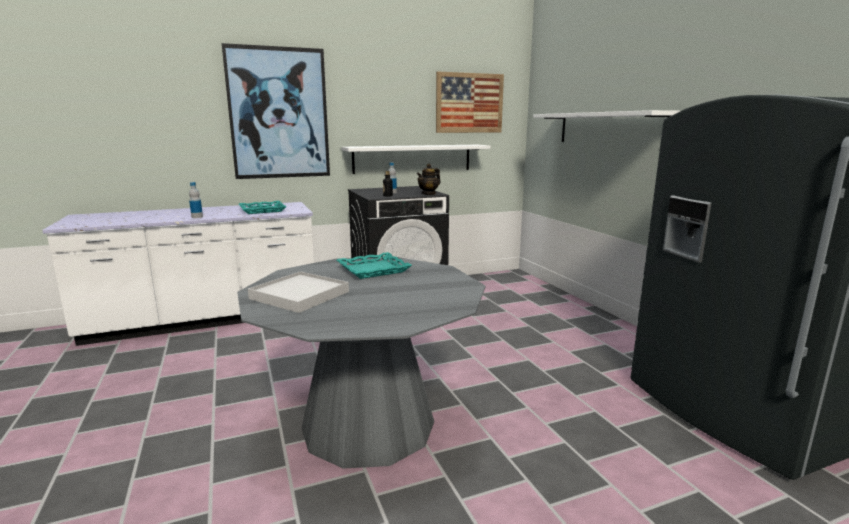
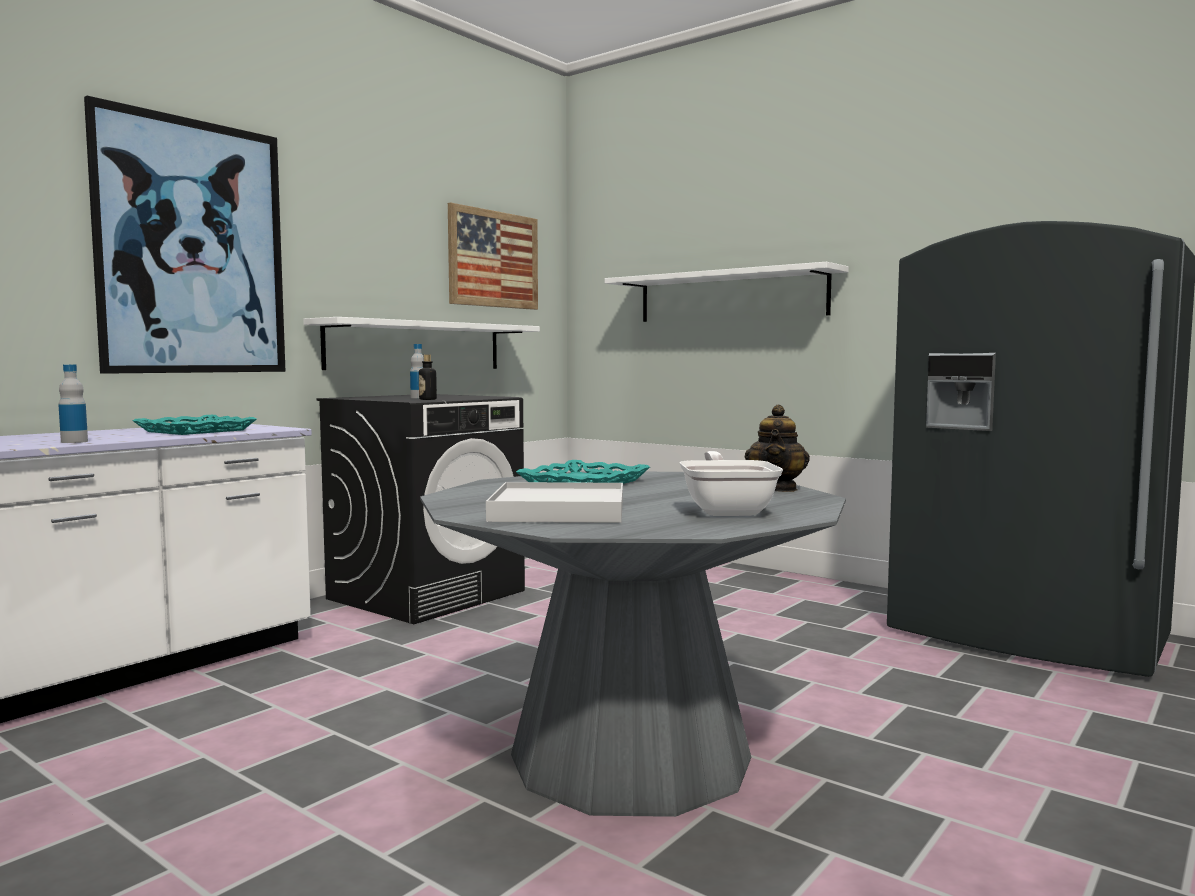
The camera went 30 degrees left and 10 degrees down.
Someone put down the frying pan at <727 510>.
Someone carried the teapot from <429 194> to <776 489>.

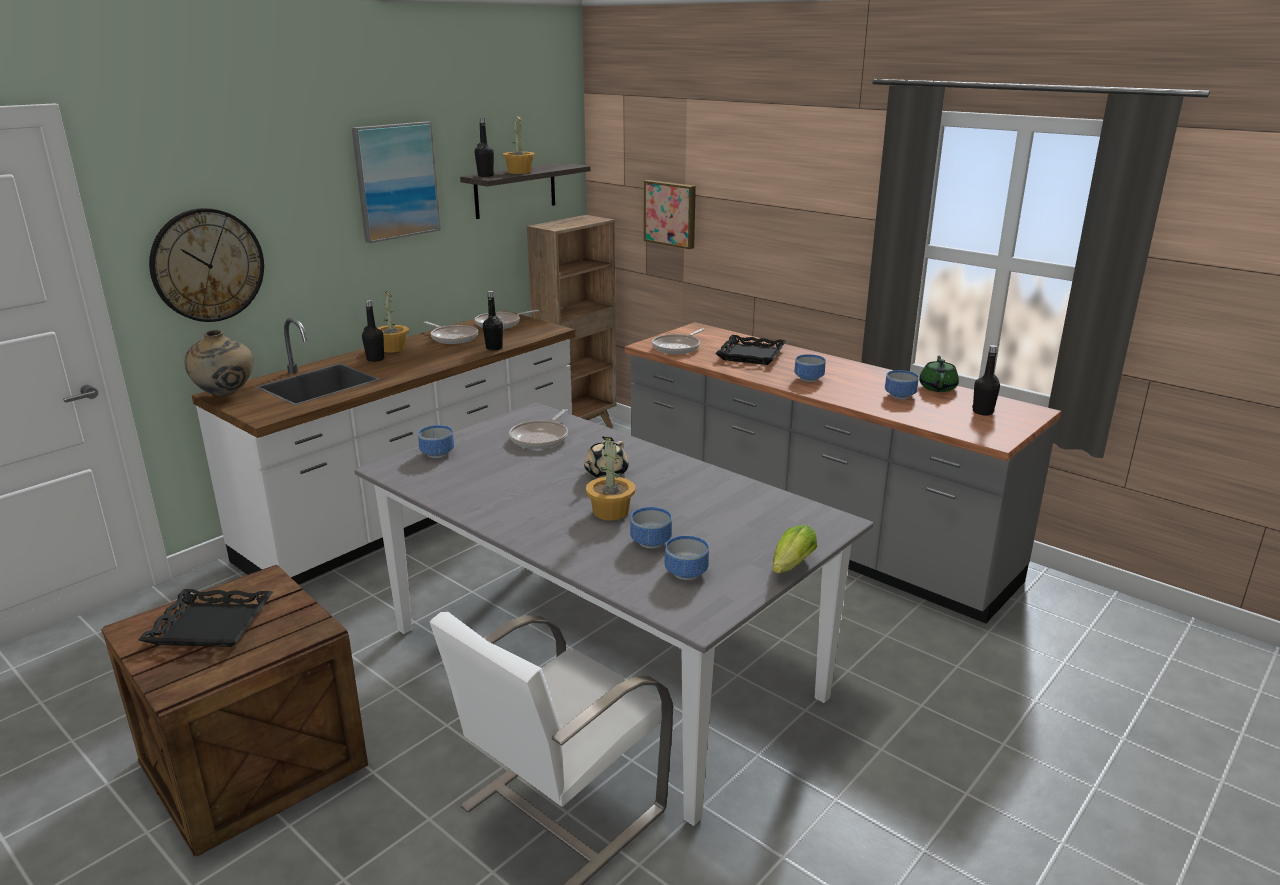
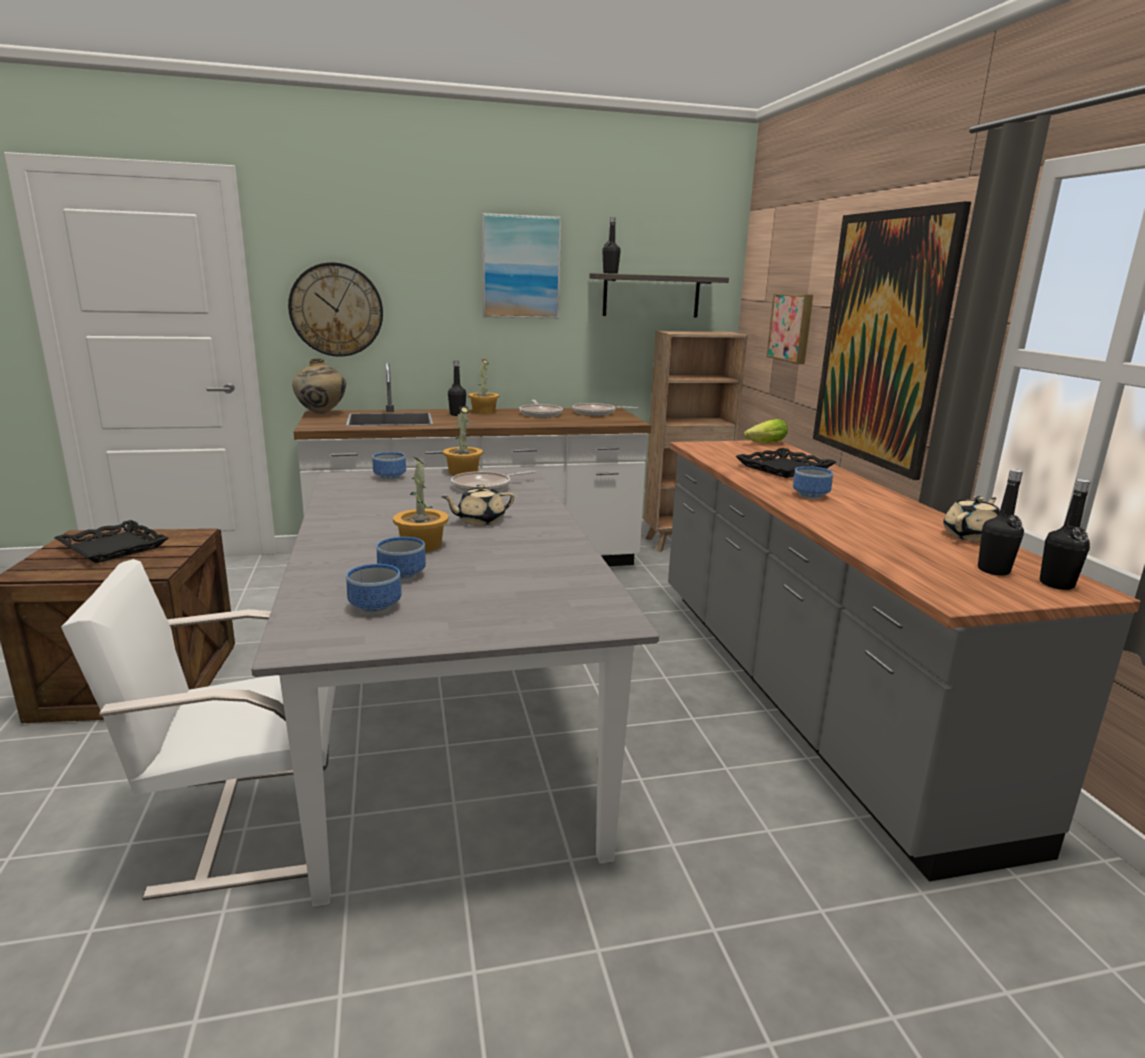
The camera went 35 degrees right and 5 degrees down.
Someone took away the frying pan at <678 347>.
Someone took away the bowl at <899 396>.
Someone put up the picture at <881 339>.
Someone carried the black bottle from <494 348> to <1056 584>.
Someone carried the potted plant from <519 172> to <463 472>.
Someone carried the lettuce from <790 567> to <763 444>.
Someone repainted the green teapot at <937 387>, which became the beige teapot at <971 536>.

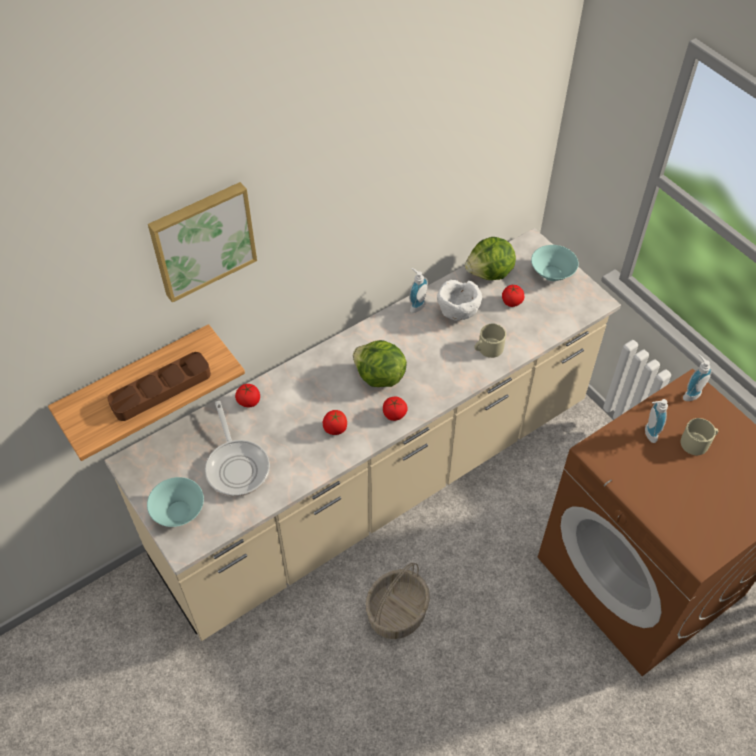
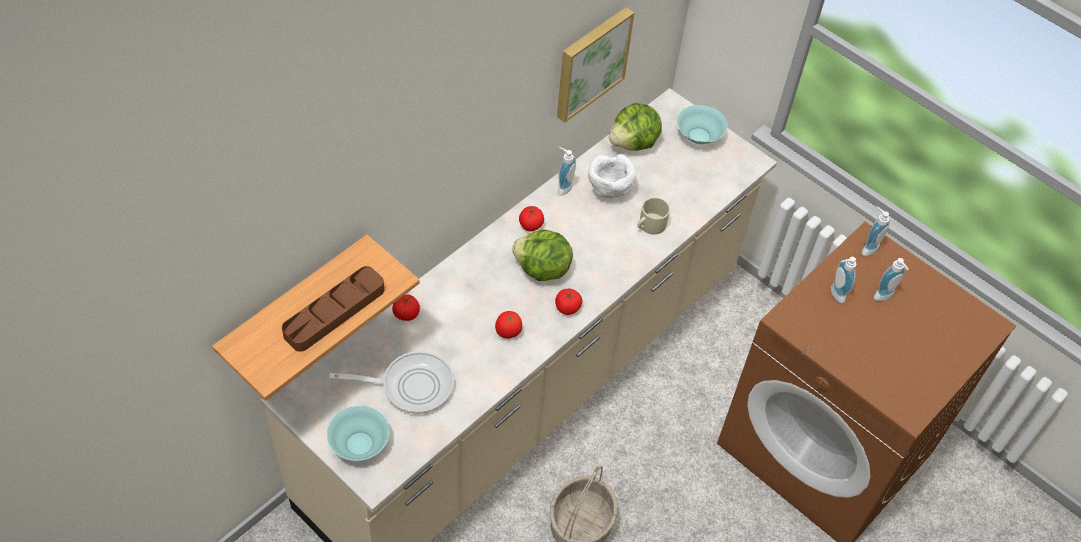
The camera went 15 degrees left and 0 degrees up.
Someone carried the picture from <202 239> to <590 62>.
Someone carried the tomato from <511 302> to <530 225>.
Someone swapped the beige mug at <698 442> for the soap dispenser at <885 297>.
Someone rotated the frying pan at <237 466> by 60 degrees counterclockwise.

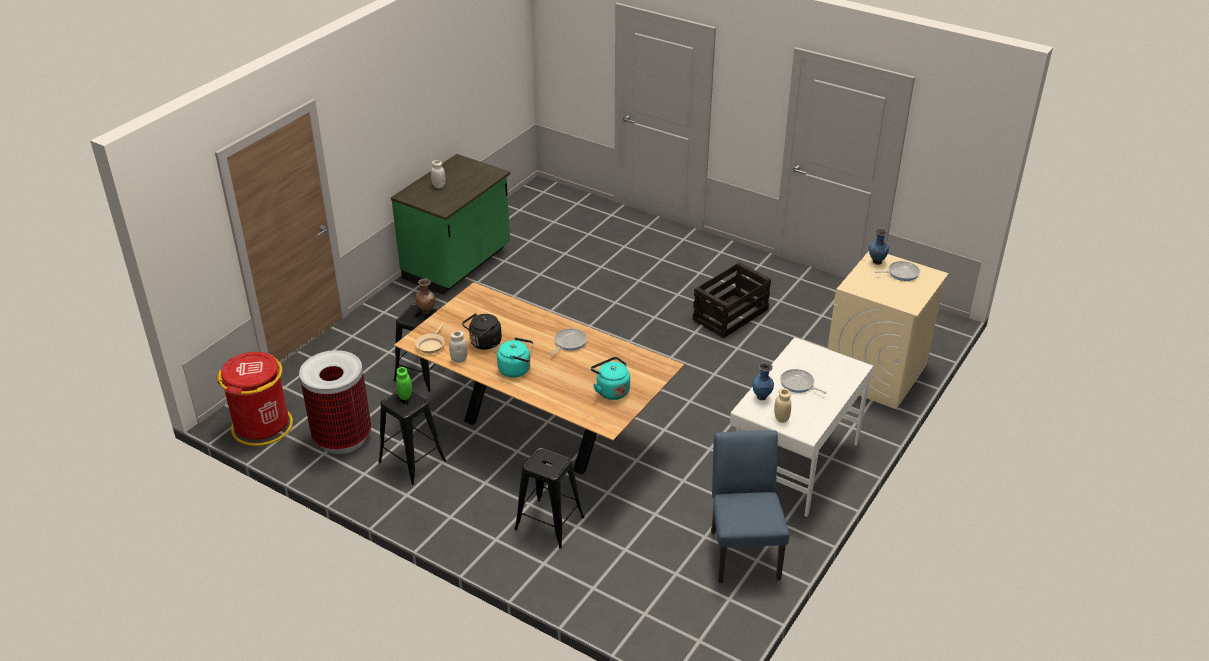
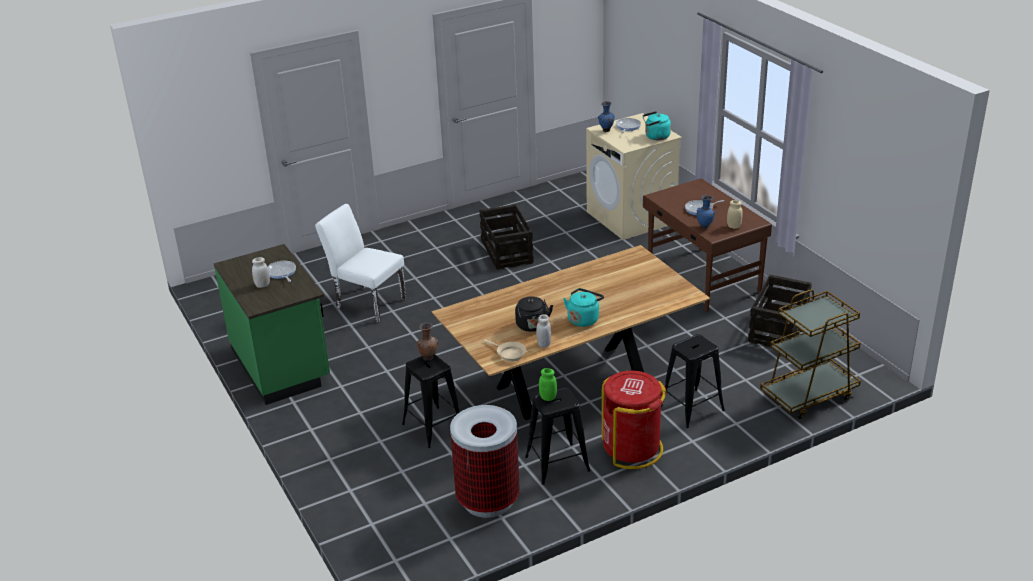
The camera went 60 degrees left and 5 degrees down.
Someone put down the white chair at <366 302>.
Someone put down the brown cart at <808 395>.
Someone carried the red trash can from <262 426> to <632 449>.
Someone carried the frying pan from <569 343> to <281 273>.
Someone carried the turquoise kettle from <611 390> to <655 137>.
Someone swapped the blue chair at <743 549> for the crate at <778 328>.
Someone repainted the white desk at <794 463>, which became the brown desk at <703 279>.

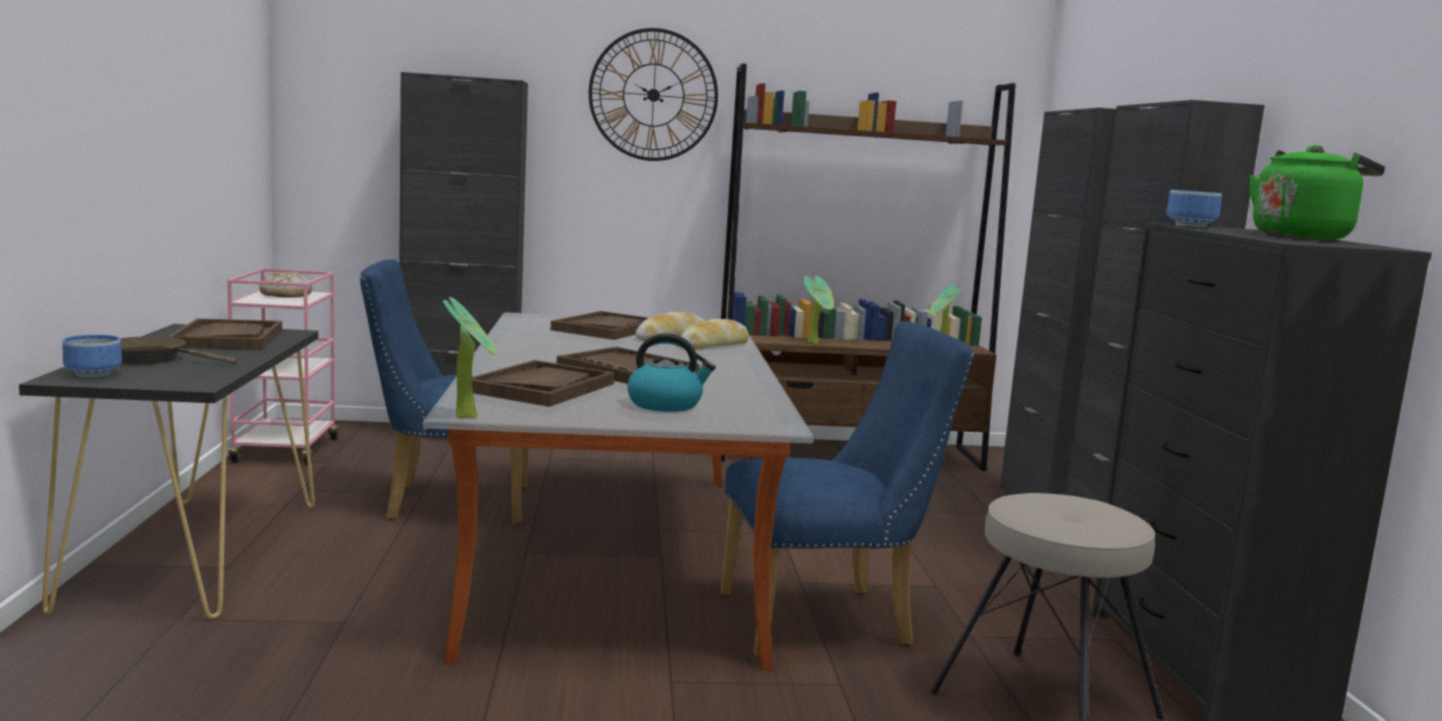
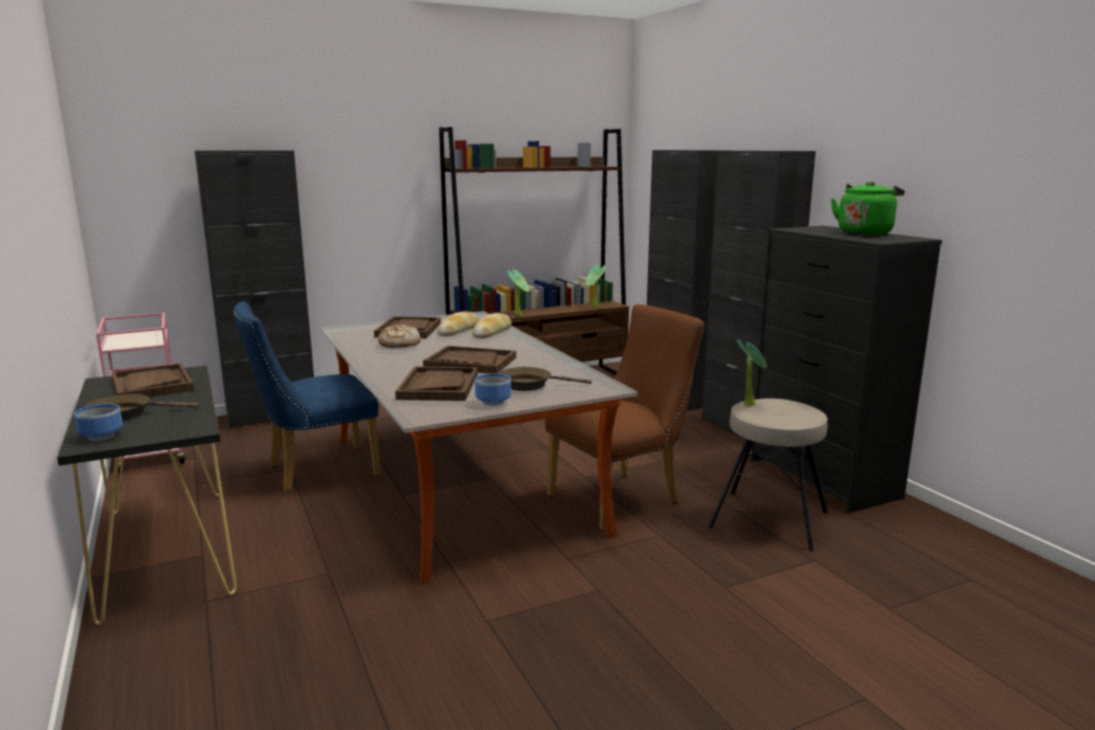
The camera went 20 degrees left and 5 degrees up.
Someone took away the wall clock at <653 95>.
Someone carried the bread from <285 295> to <399 344>.
Someone carried the potted plant from <469 416> to <749 404>.
Someone carried the bowl from <1193 226> to <494 402>.
Someone swapped the kettle at <666 404> for the brown frying pan at <530 385>.
Someone repainted the blue chair at <829 621>, which became the brown chair at <622 498>.

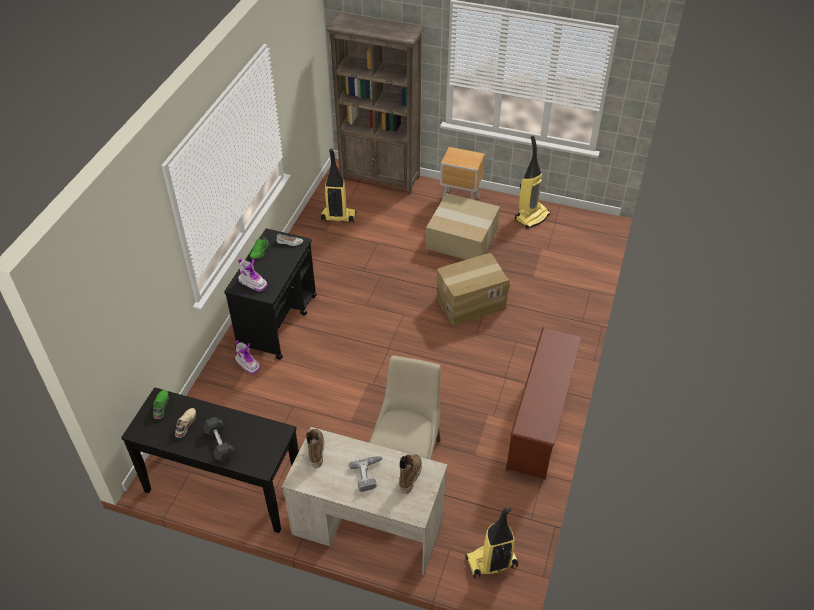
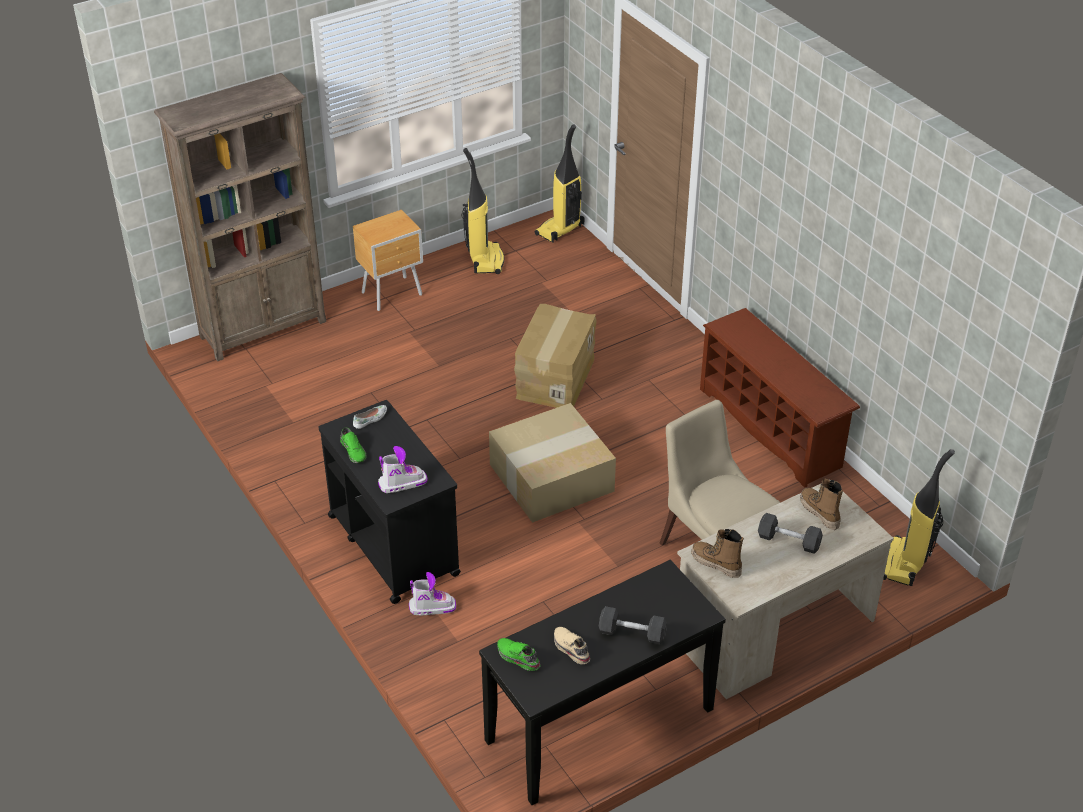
The camera went 50 degrees left and 5 degrees down.
Someone carried the vacuum cleaner from <338 217> to <560 230>.
Someone carried the cardboard box from <461 238> to <551 479>.
Someone swapped the power drill at <369 475> for the grey dumbbell at <788 541>.

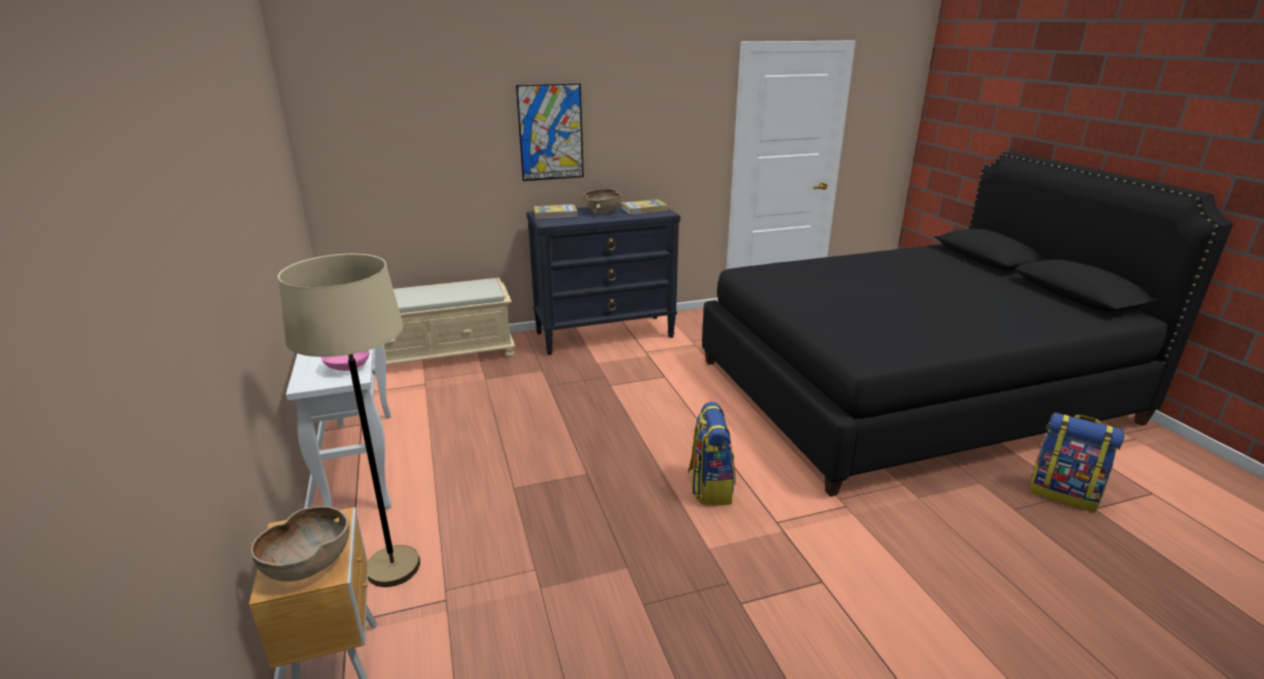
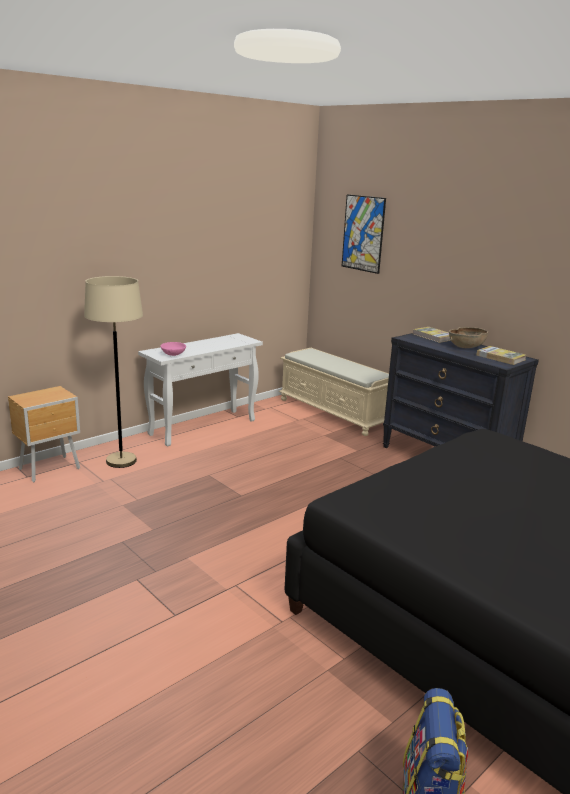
The camera went 65 degrees right and 5 degrees down.
Someone took away the brown bowl at <309 564>.
Someone took away the backpack at <710 487>.
Someone carried the picture from <551 132> to <363 233>.

